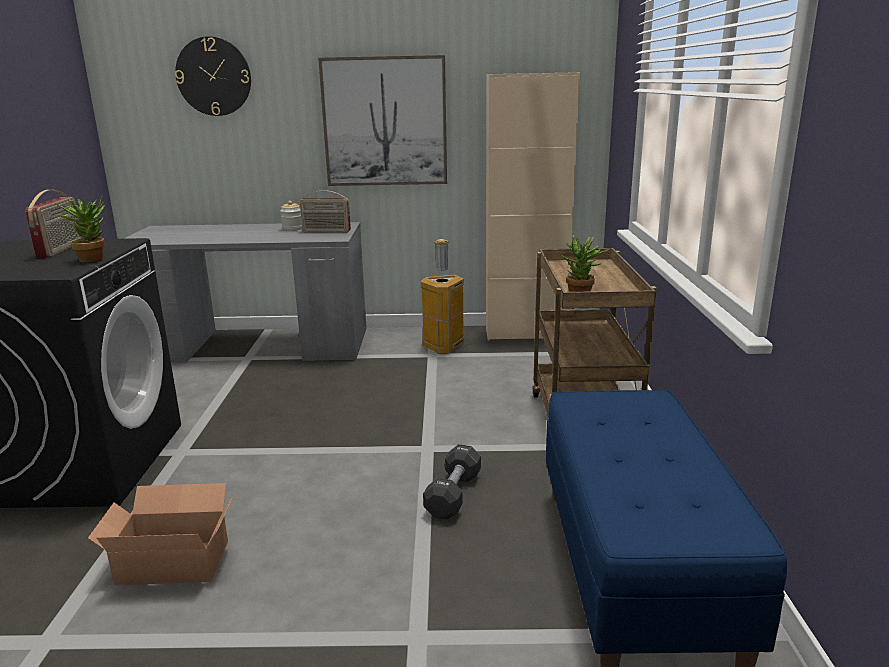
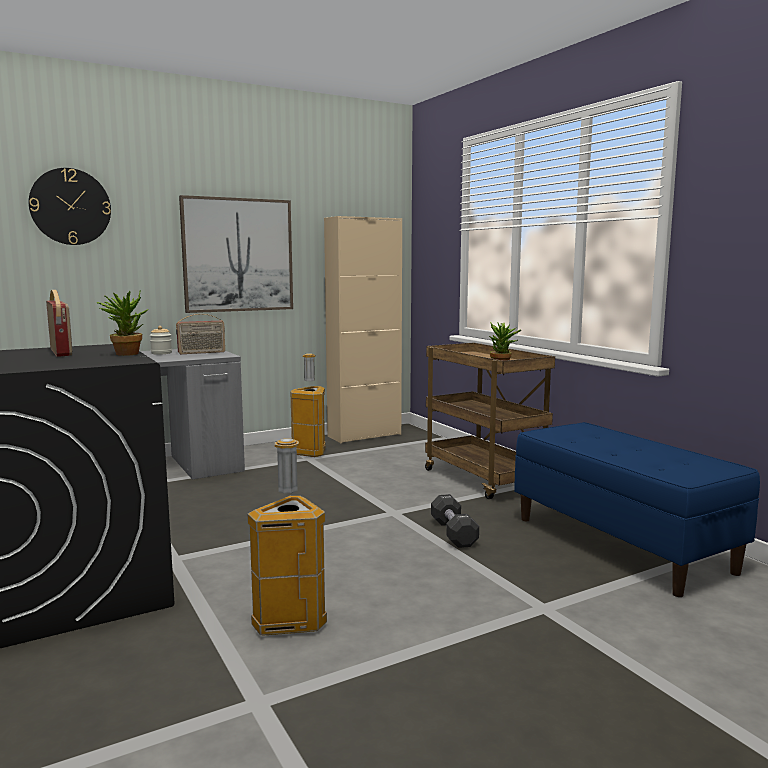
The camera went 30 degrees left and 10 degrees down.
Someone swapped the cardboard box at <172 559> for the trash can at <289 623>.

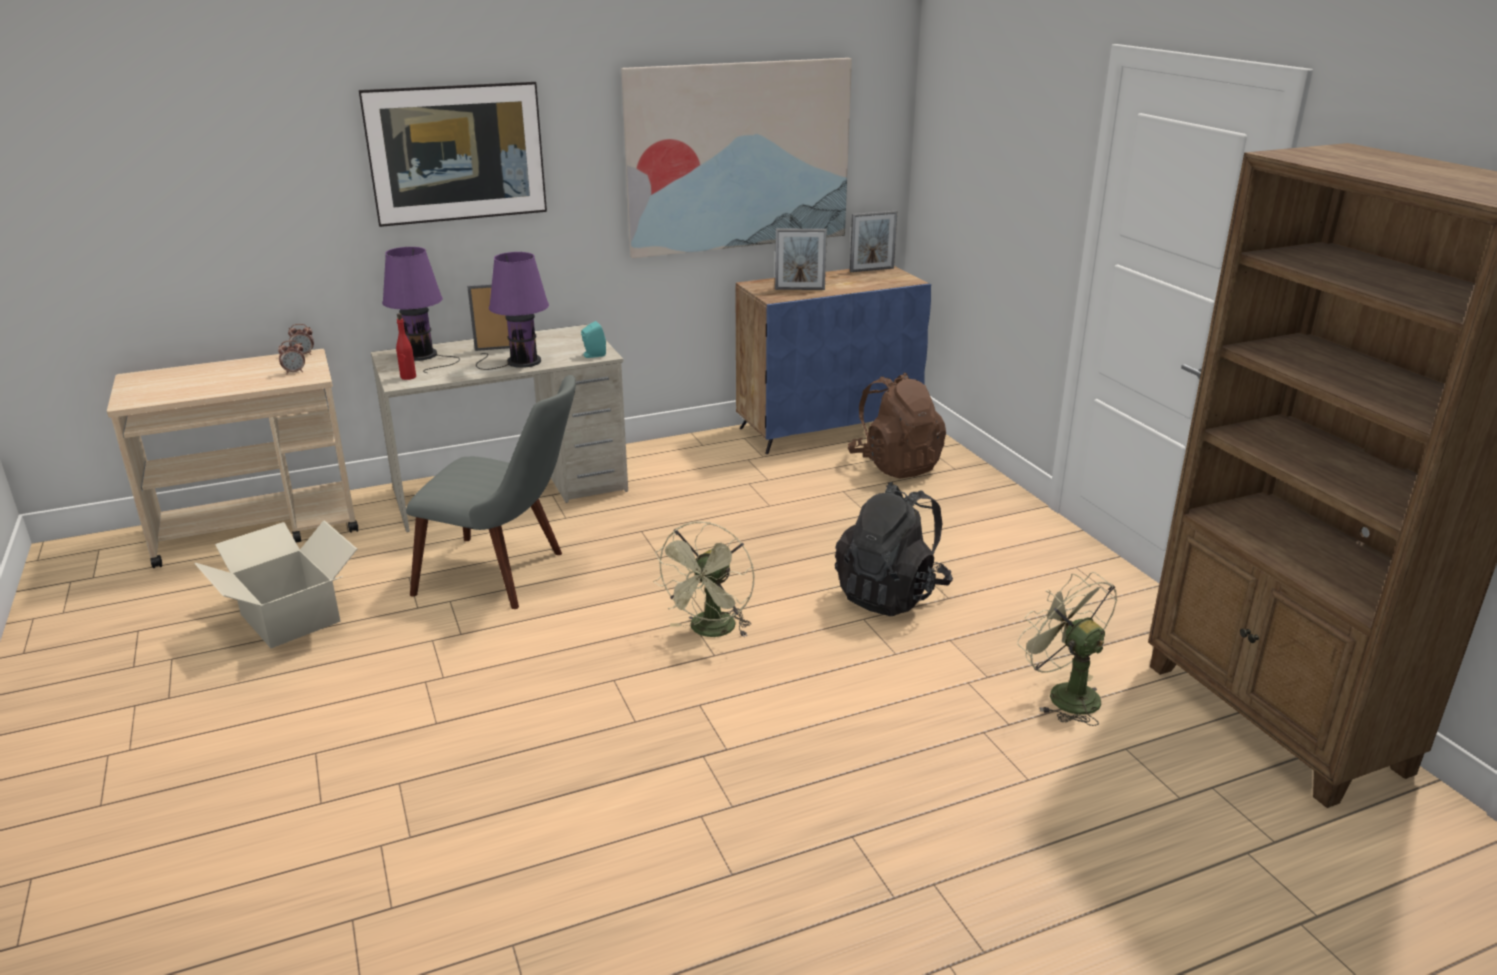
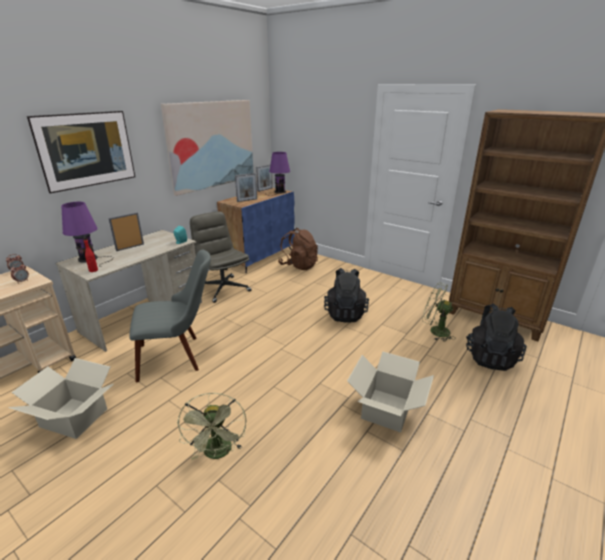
The camera went 30 degrees left and 0 degrees up.
Someone put down the grey office chair at <223 289>.
Someone put down the cardboard box at <386 409>.
Someone put down the black backpack at <490 357>.
Someone carried the purple table lamp from <519 362> to <278 192>.
Someone carried the green fan from <710 631> to <218 453>.

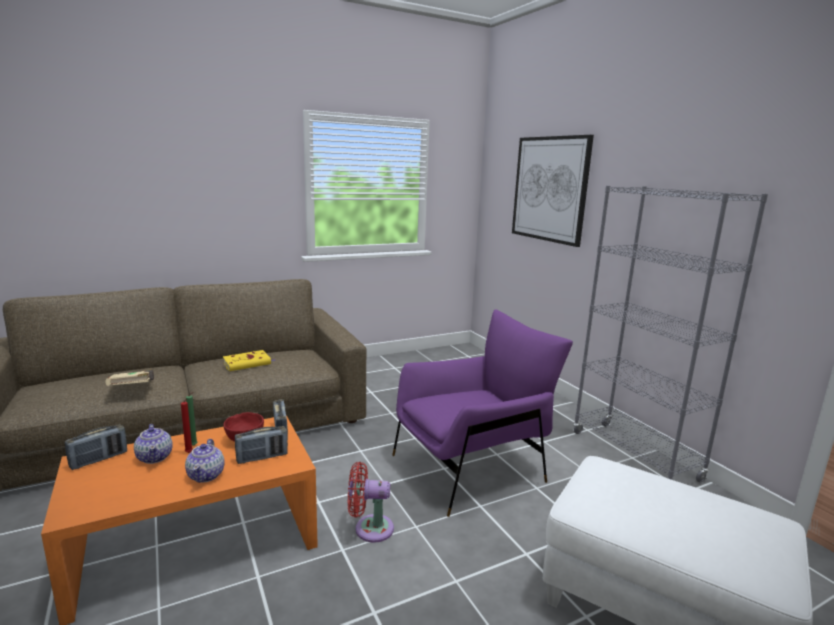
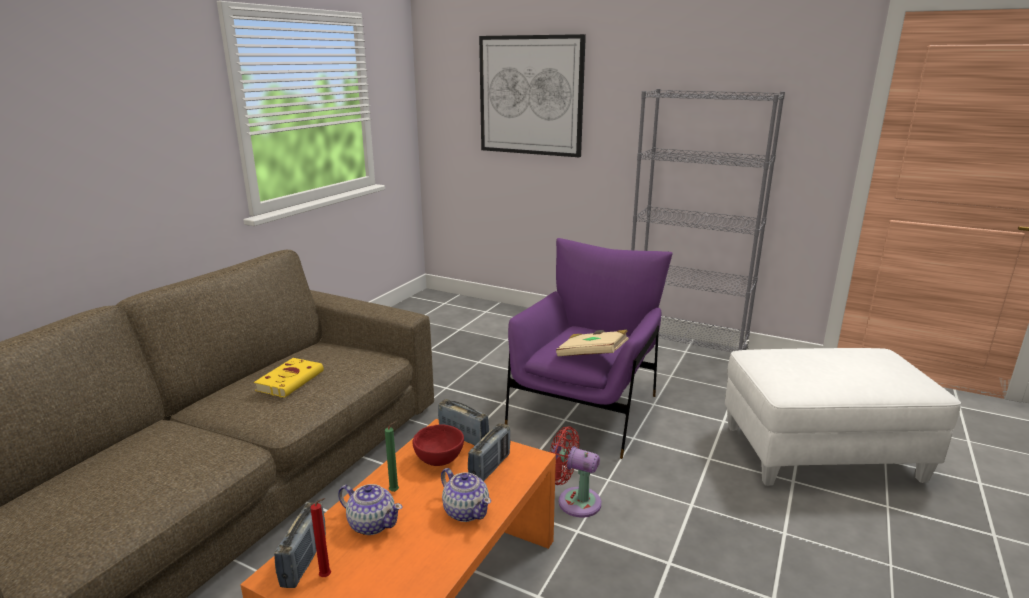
The camera went 35 degrees left and 5 degrees up.
Someone carried the beige book from <133 388> to <592 355>.
Someone carried the red candle from <189 453> to <327 577>.
Someone rotated the red fan at <369 528> by 60 degrees clockwise.

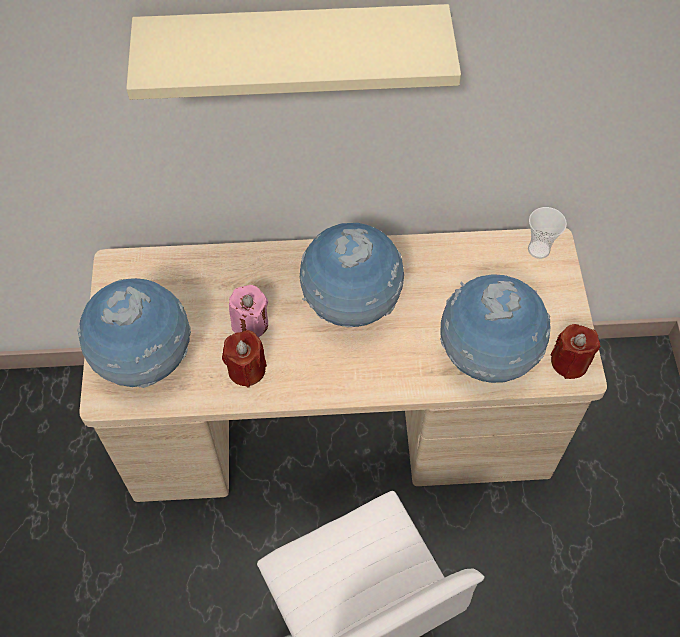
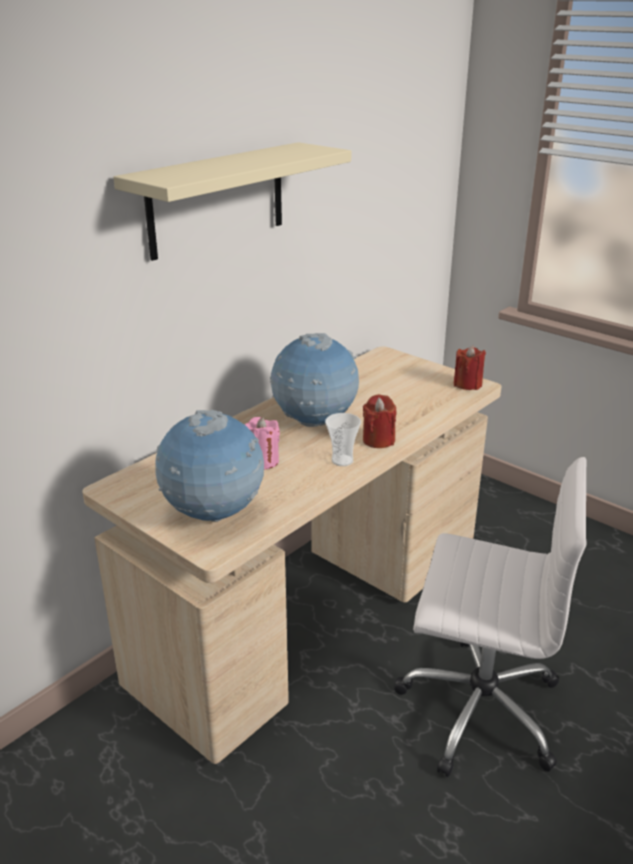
The camera went 45 degrees left and 30 degrees down.
Someone took away the globe at <486 357>.
Someone carried the red candle from <246 369> to <378 440>.
Someone carried the cup from <538 249> to <342 460>.

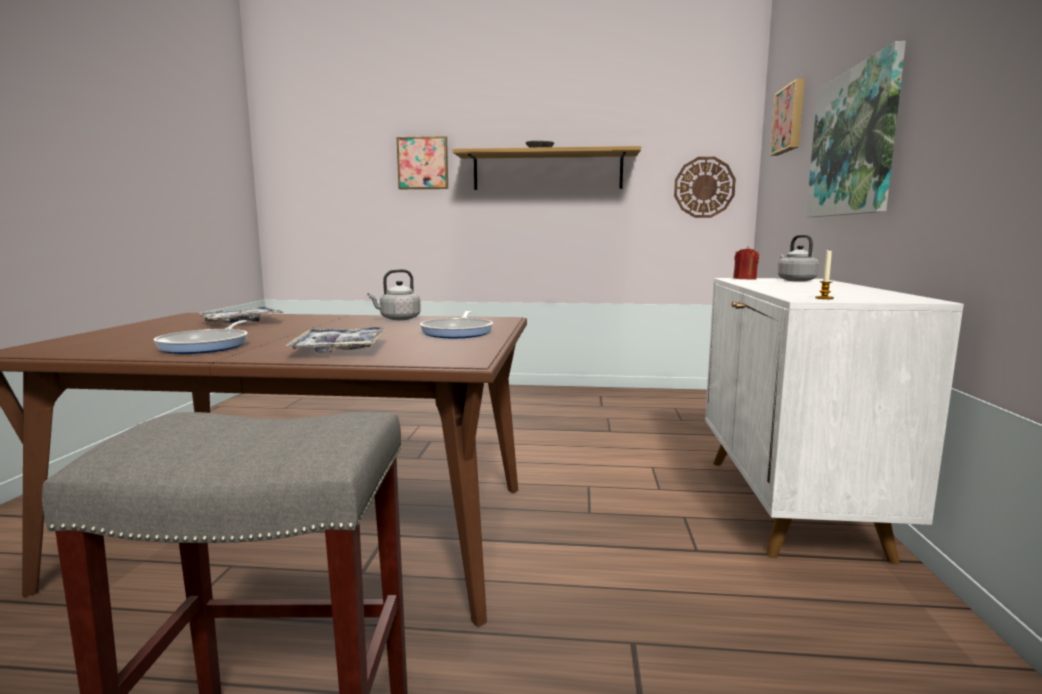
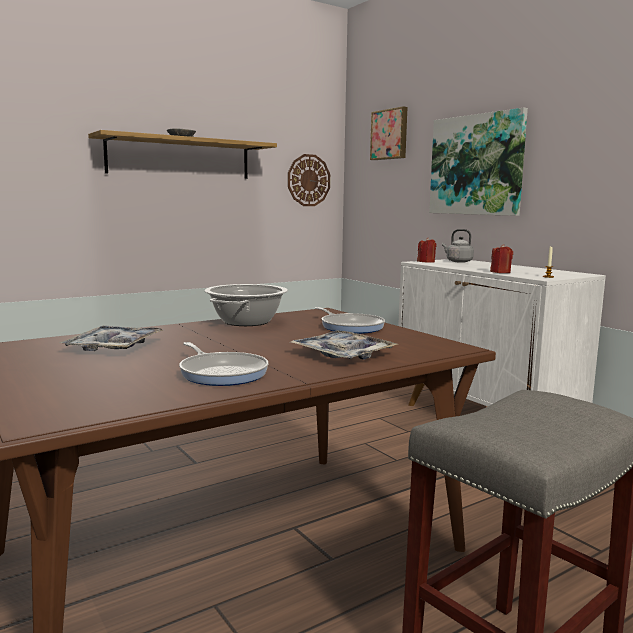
The camera went 40 degrees left and 0 degrees up.
Someone took away the picture at <423 163>.
Someone put down the red candle at <500 272>.
Someone swapped the grey kettle at <398 319> for the cooking pot at <246 322>.

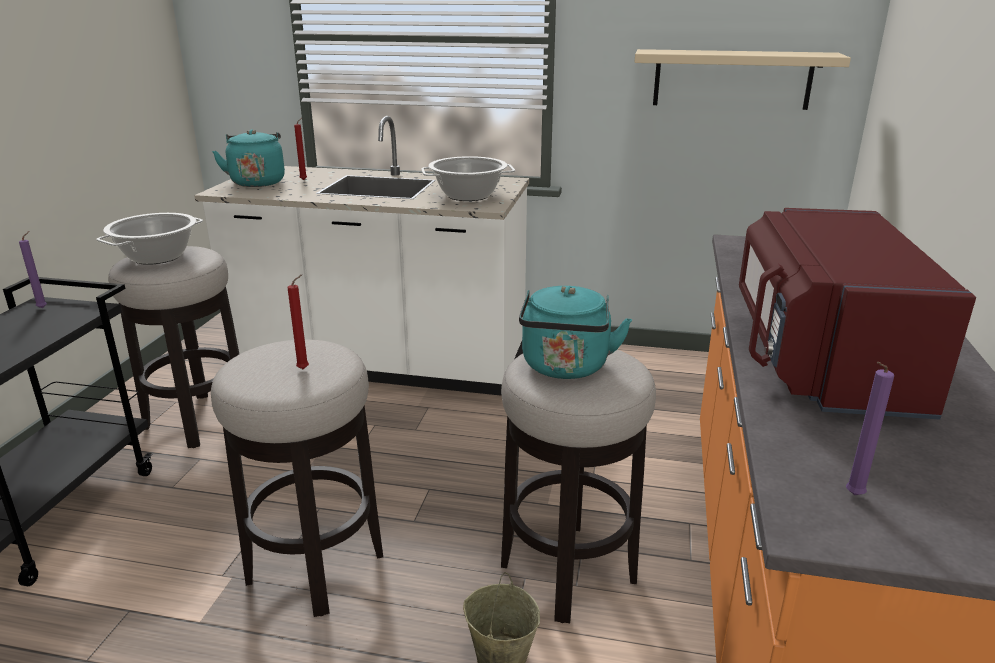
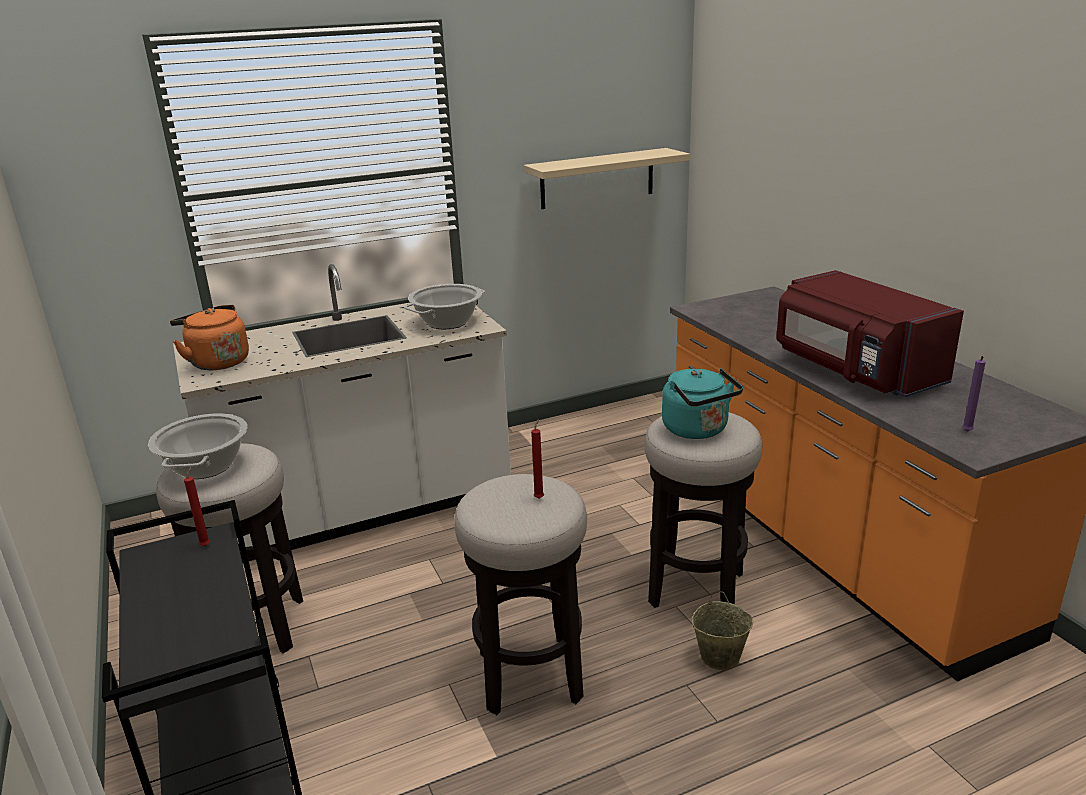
The camera went 35 degrees left and 0 degrees up.
Someone took away the purple candle at <44 307>.
Someone carried the red candle from <304 179> to <206 545>.
Someone repainted the turquoise kettle at <257 182>, which became the orange kettle at <217 362>.

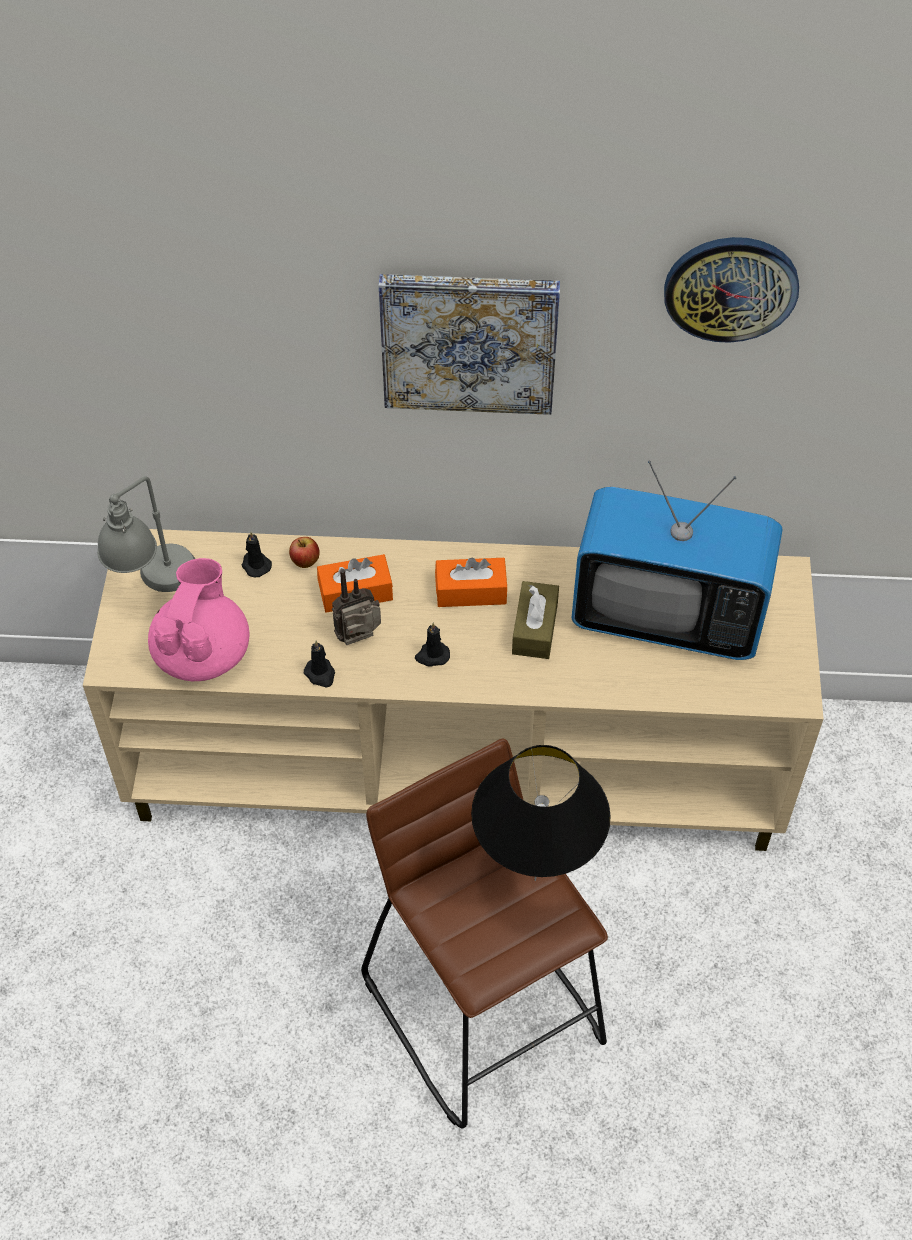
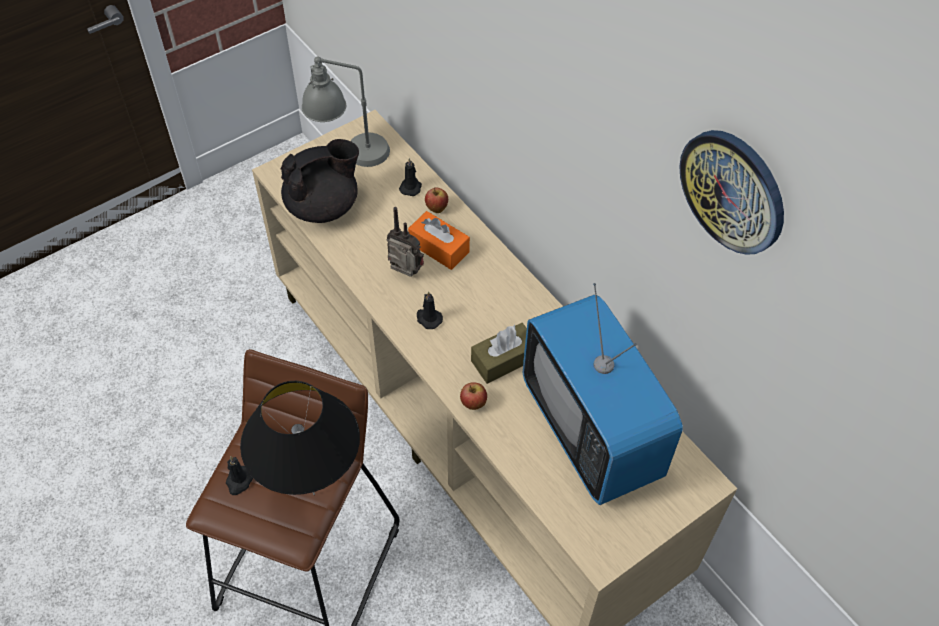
The camera went 50 degrees right and 0 degrees up.
Someone took away the picture at <469 341>.
Someone took away the orange tissue box at <471 591>.
Someone put down the apple at <473 404>.
Someone carried the black candle from <320 674> to <239 481>.
Someone repainted the pink teapot at <203 653>, which became the black teapot at <323 206>.

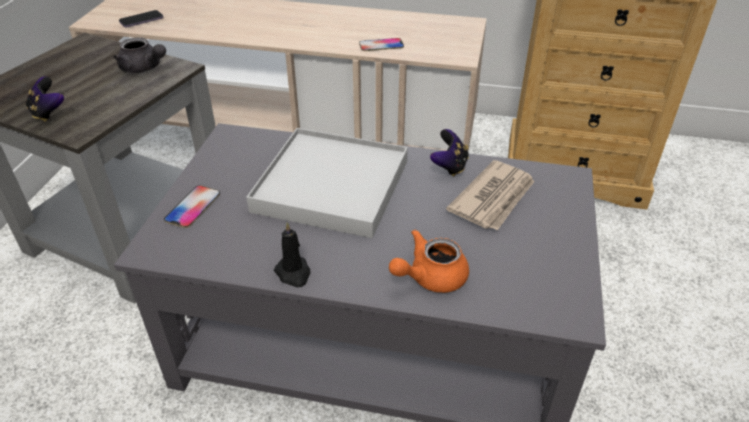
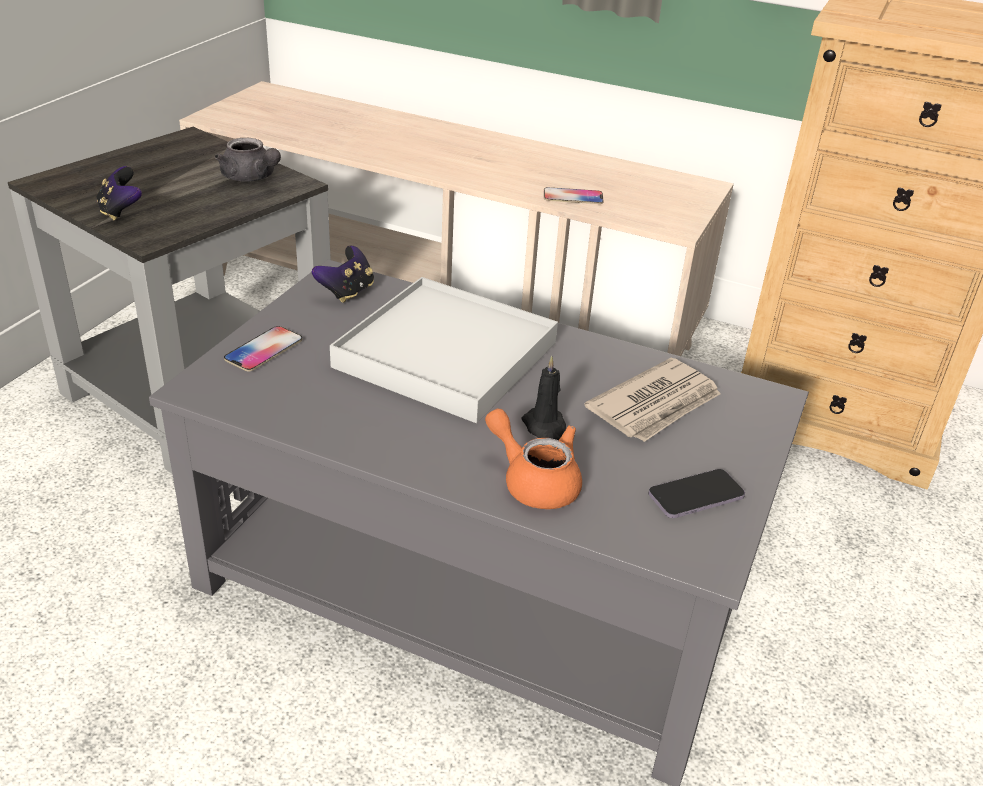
The camera went 10 degrees right and 5 degrees down.
Someone carried the phone from <141 20> to <696 496>.
Someone carried the black candle from <293 273> to <545 427>.
Someone carried the game controller from <449 166> to <347 292>.
Someone rotated the orange teapot at <430 277> by 60 degrees clockwise.

